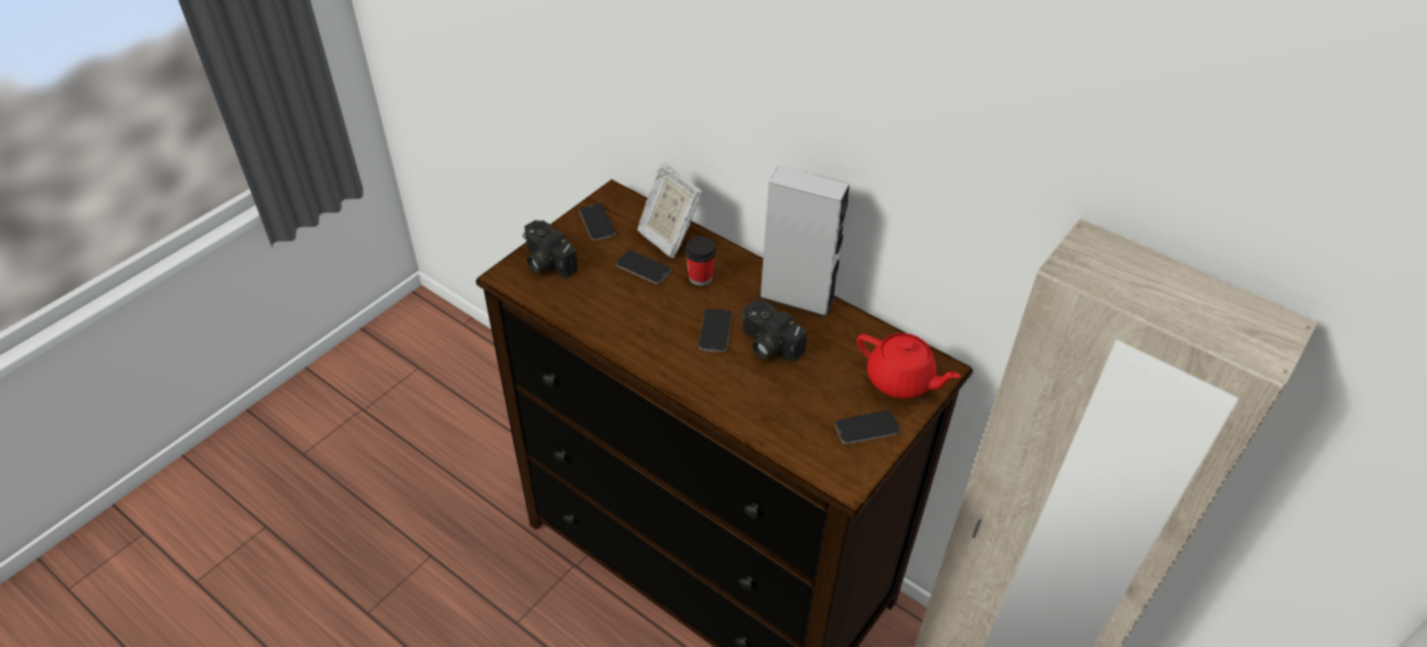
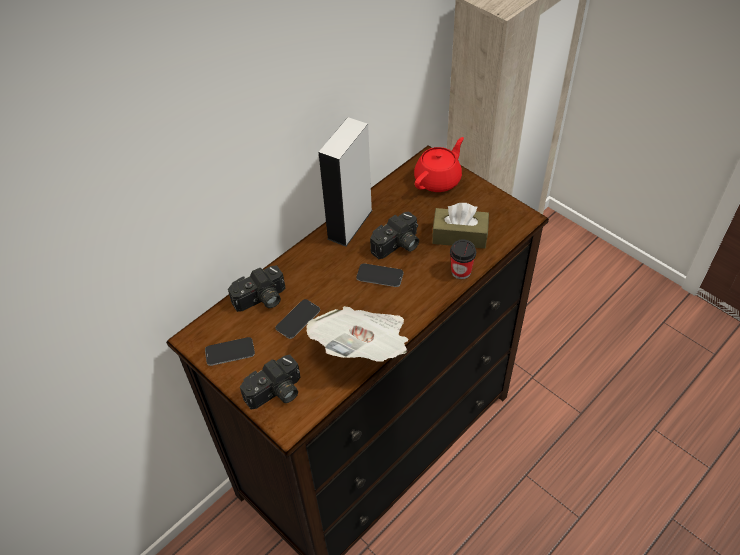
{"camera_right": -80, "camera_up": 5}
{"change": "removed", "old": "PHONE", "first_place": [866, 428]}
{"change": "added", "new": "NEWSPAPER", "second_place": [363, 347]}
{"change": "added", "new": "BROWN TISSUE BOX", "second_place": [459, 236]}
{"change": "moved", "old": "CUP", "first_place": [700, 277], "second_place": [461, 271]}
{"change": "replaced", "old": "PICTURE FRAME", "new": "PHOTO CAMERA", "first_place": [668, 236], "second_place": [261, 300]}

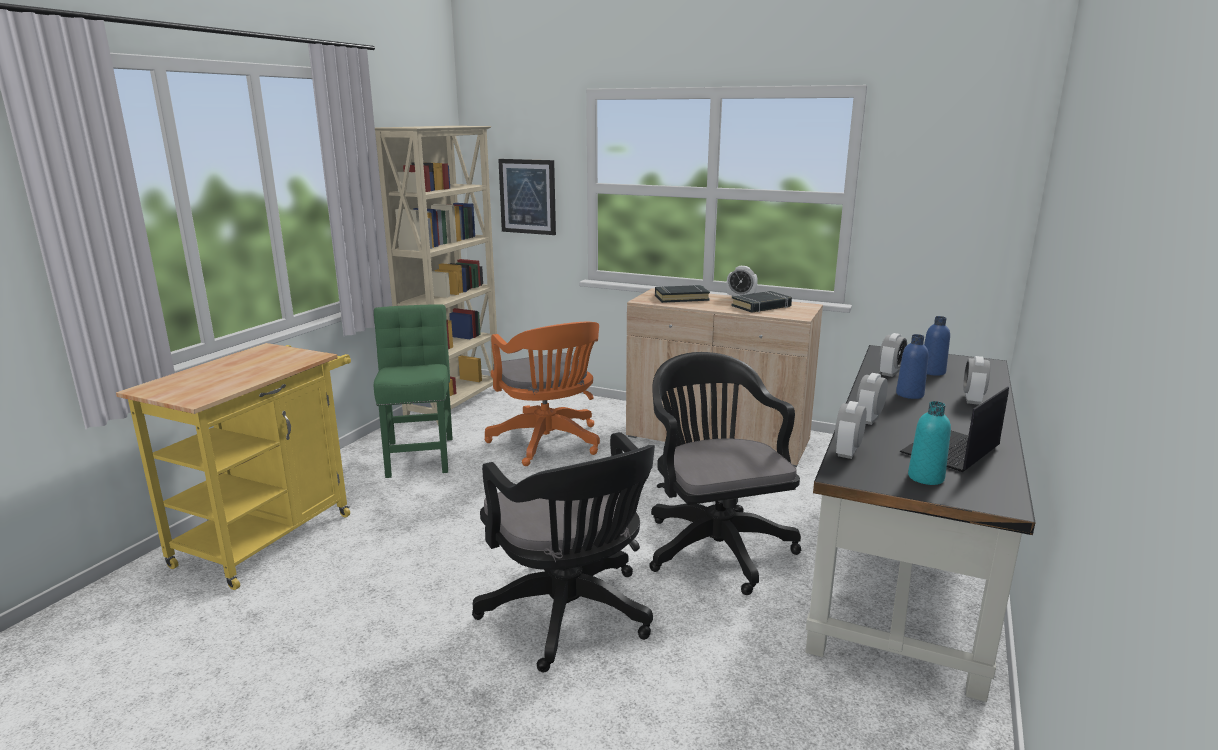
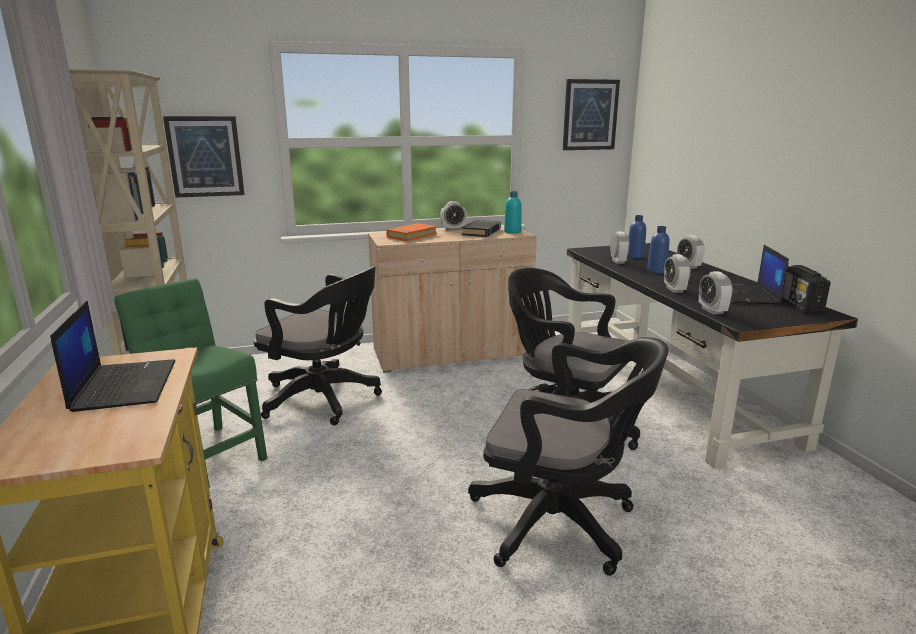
{"camera_right": -40, "camera_up": 0}
{"change": "added", "new": "LAPTOP", "second_place": [124, 385]}
{"change": "added", "new": "PICTURE", "second_place": [590, 115]}
{"change": "added", "new": "RADIO", "second_place": [799, 306]}
{"change": "moved", "old": "TURQUOISE BOTTLE", "first_place": [925, 477], "second_place": [512, 232]}
{"change": "recoloured", "old": "ORANGE OFFICE CHAIR", "new": "BLACK OFFICE CHAIR", "first_place": [548, 444], "second_place": [325, 400]}
{"change": "recoloured", "old": "BLACK BOOK", "new": "ORANGE BOOK", "first_place": [681, 298], "second_place": [411, 236]}

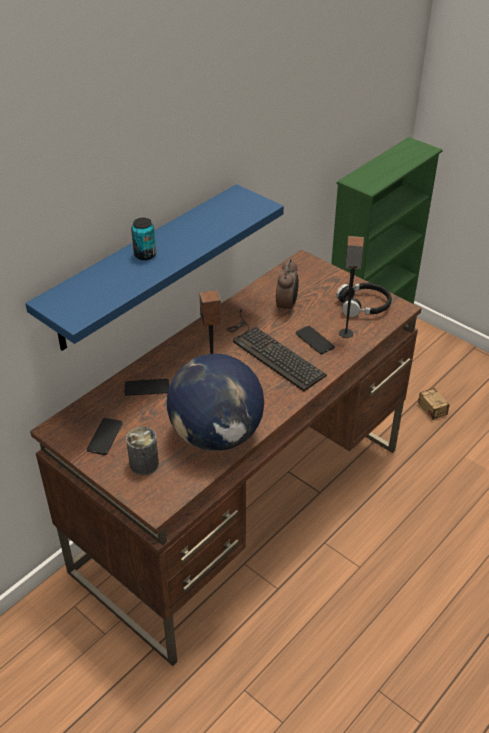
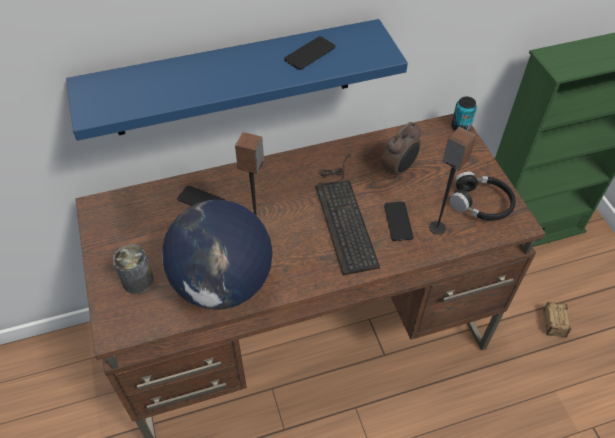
{"camera_right": 30, "camera_up": 10}
{"change": "moved", "old": "PHONE", "first_place": [105, 436], "second_place": [310, 53]}
{"change": "moved", "old": "CAN", "first_place": [145, 255], "second_place": [460, 127]}

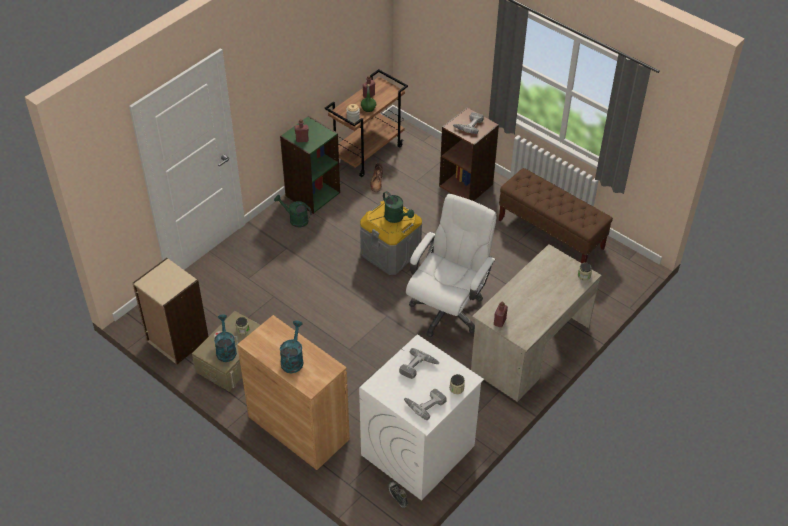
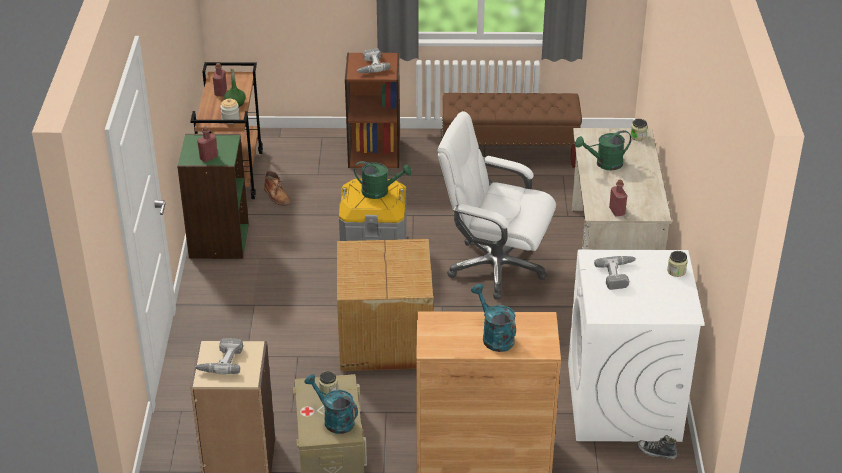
{"camera_right": -40, "camera_up": -10}
{"change": "added", "new": "CARDBOARD BOX", "second_place": [383, 339]}
{"change": "moved", "old": "GREEN WATERING CAN", "first_place": [295, 219], "second_place": [604, 164]}
{"change": "moved", "old": "POWER DRILL", "first_place": [425, 403], "second_place": [221, 361]}
{"change": "turned", "old": "WHITE OFFICE CHAIR", "first_place": [447, 310], "second_place": [495, 267], "degrees": -60}

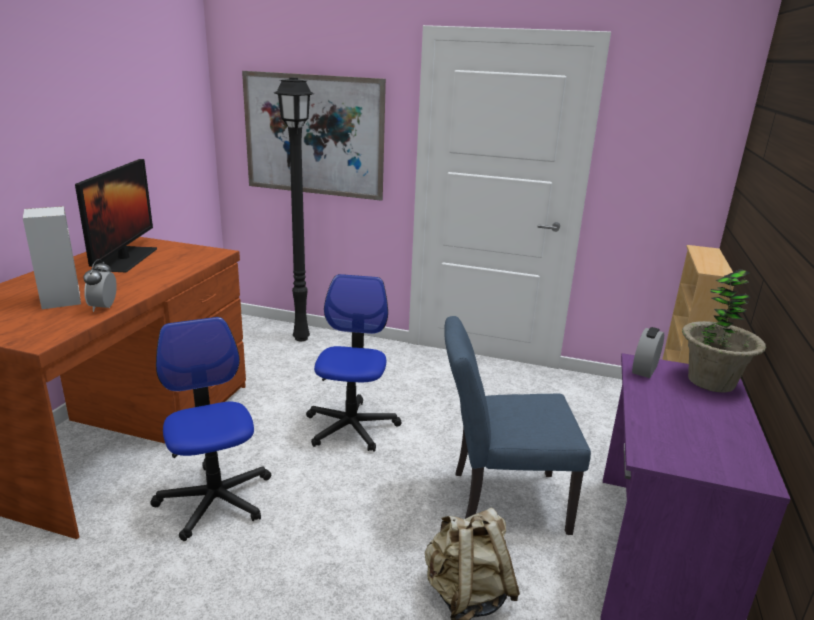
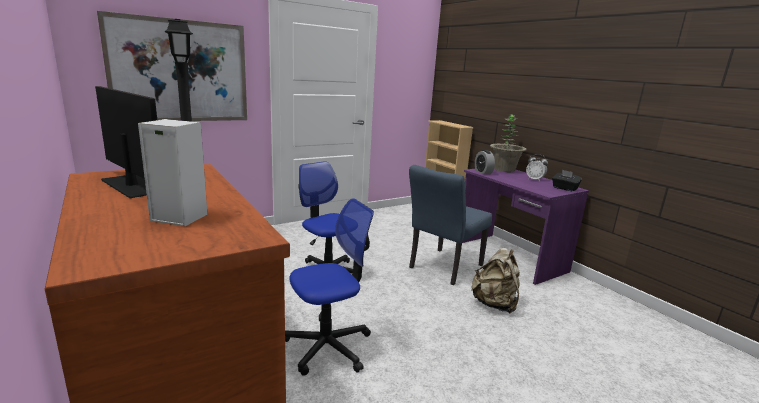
{"camera_right": -50, "camera_up": -5}
{"change": "added", "new": "BLACK TISSUE BOX", "second_place": [564, 188]}
{"change": "moved", "old": "ALARM CLOCK", "first_place": [104, 308], "second_place": [534, 179]}
{"change": "turned", "old": "OFFICE CHAIR", "first_place": [215, 500], "second_place": [327, 346], "degrees": 135}

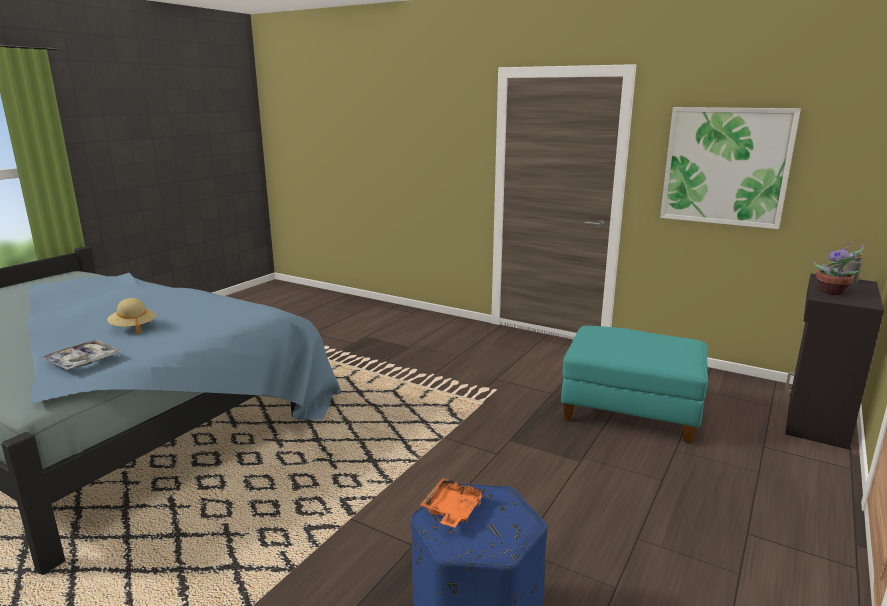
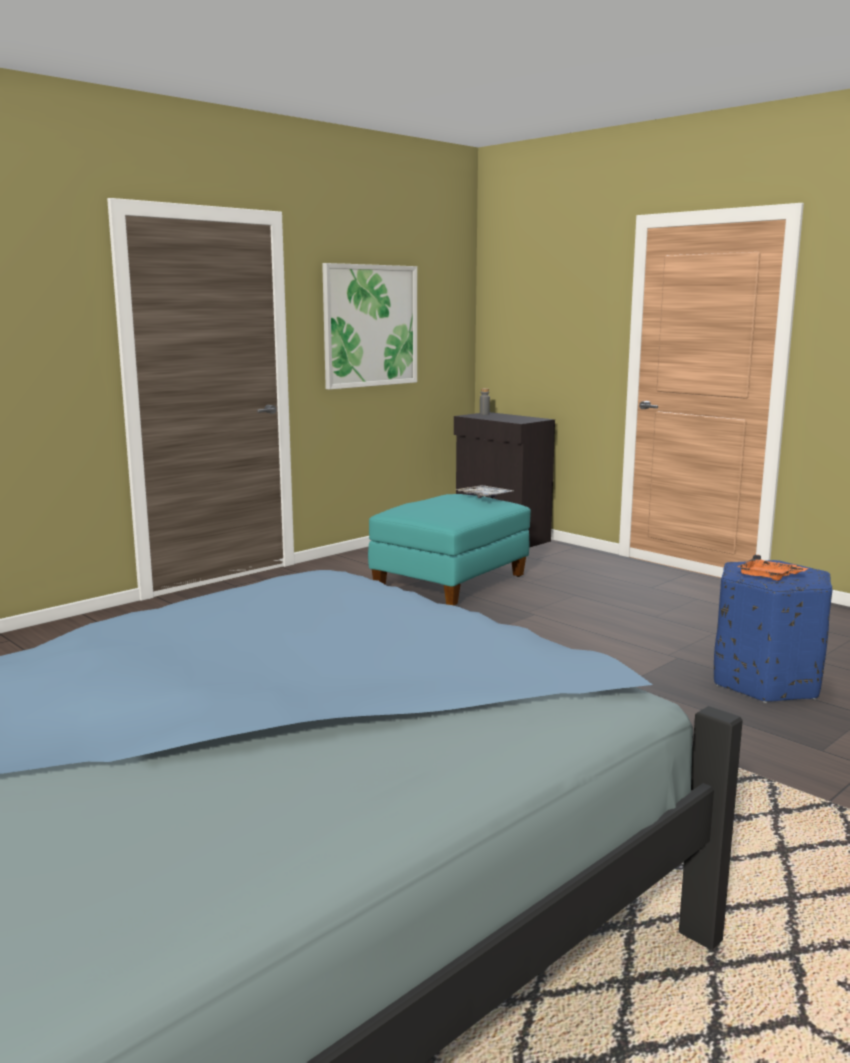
{"camera_right": -75, "camera_up": -5}
{"change": "removed", "old": "BEIGE HAT", "first_place": [133, 327]}
{"change": "removed", "old": "POTTED PLANT", "first_place": [833, 292]}
{"change": "moved", "old": "TRAY", "first_place": [83, 361], "second_place": [484, 496]}

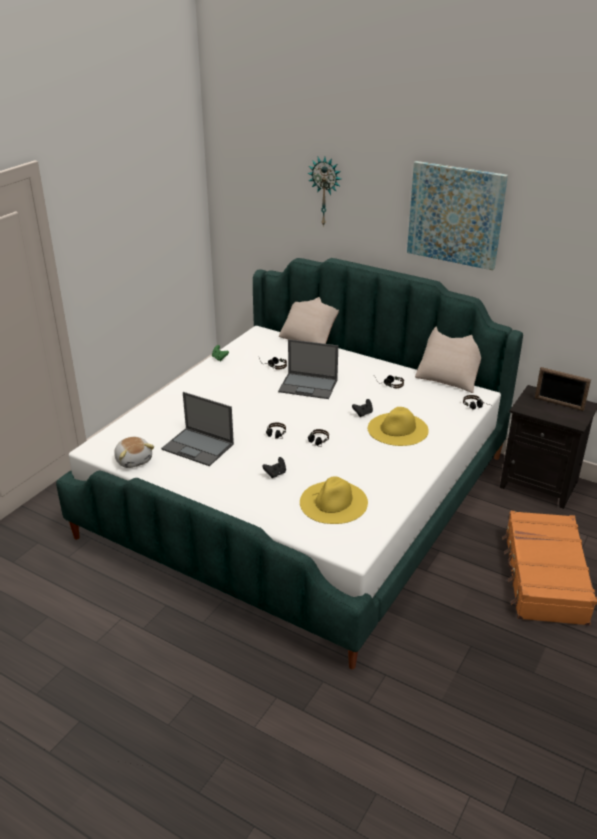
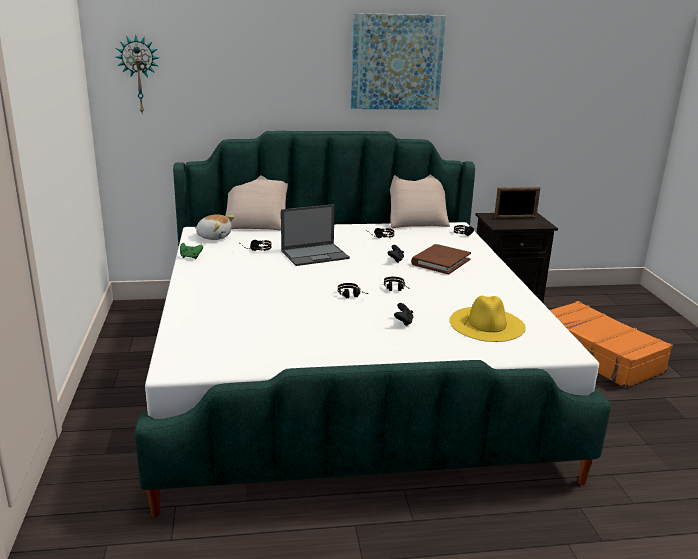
{"camera_right": -40, "camera_up": -10}
{"change": "removed", "old": "LAPTOP", "first_place": [198, 447]}
{"change": "moved", "old": "PLUSH TOY", "first_place": [134, 460], "second_place": [214, 237]}
{"change": "moved", "old": "WALL CLOCK", "first_place": [325, 191], "second_place": [139, 75]}
{"change": "replaced", "old": "YELLOW HAT", "new": "BROWN BOOK", "first_place": [398, 429], "second_place": [440, 262]}

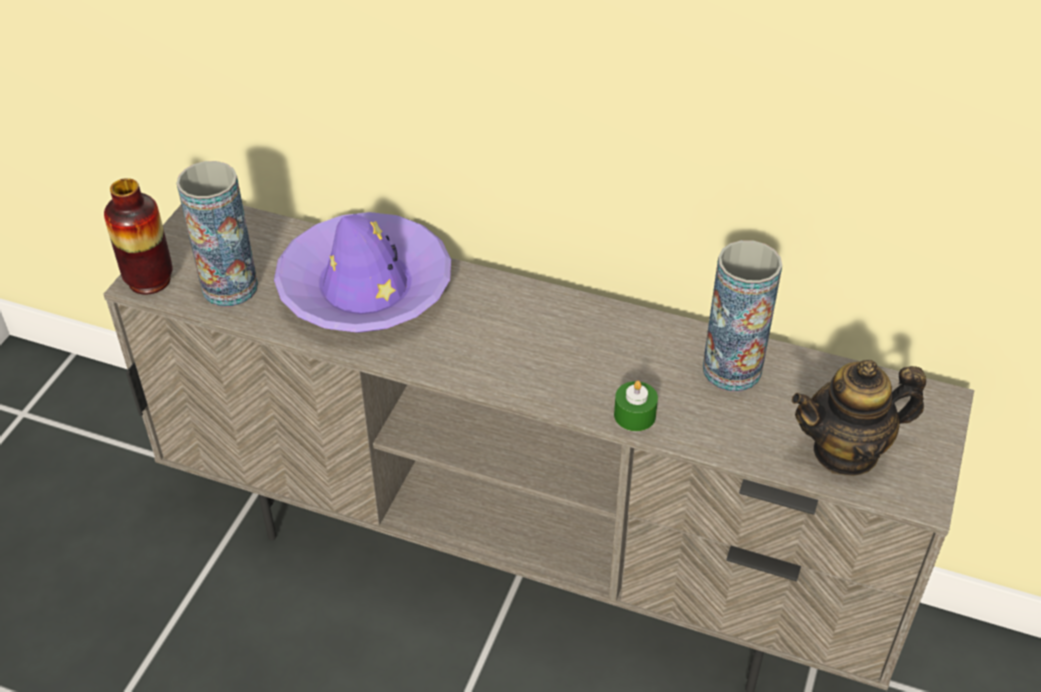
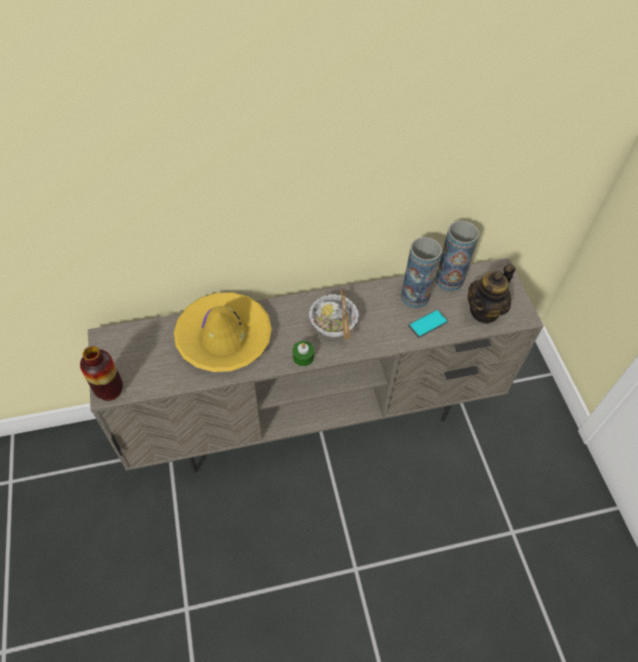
{"camera_right": -35, "camera_up": 10}
{"change": "added", "new": "BOWL", "second_place": [333, 325]}
{"change": "added", "new": "PHONE", "second_place": [428, 324]}
{"change": "moved", "old": "VASE", "first_place": [230, 288], "second_place": [449, 280]}
{"change": "moved", "old": "GREEN CANDLE", "first_place": [634, 415], "second_place": [303, 357]}
{"change": "recoloured", "old": "PURPLE HAT", "new": "YELLOW HAT", "first_place": [365, 287], "second_place": [224, 338]}

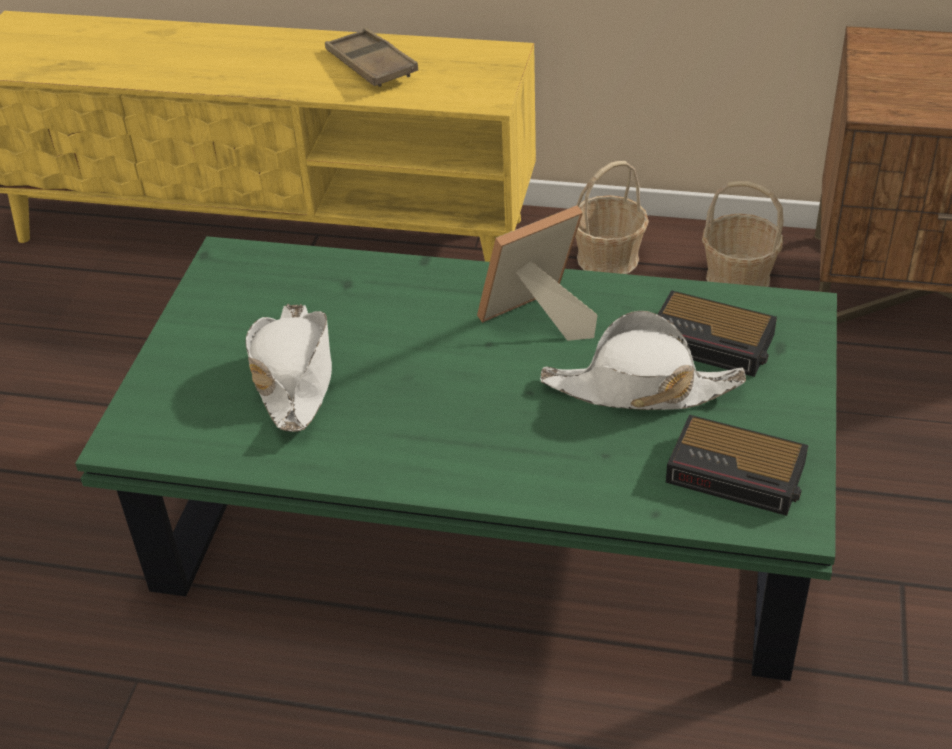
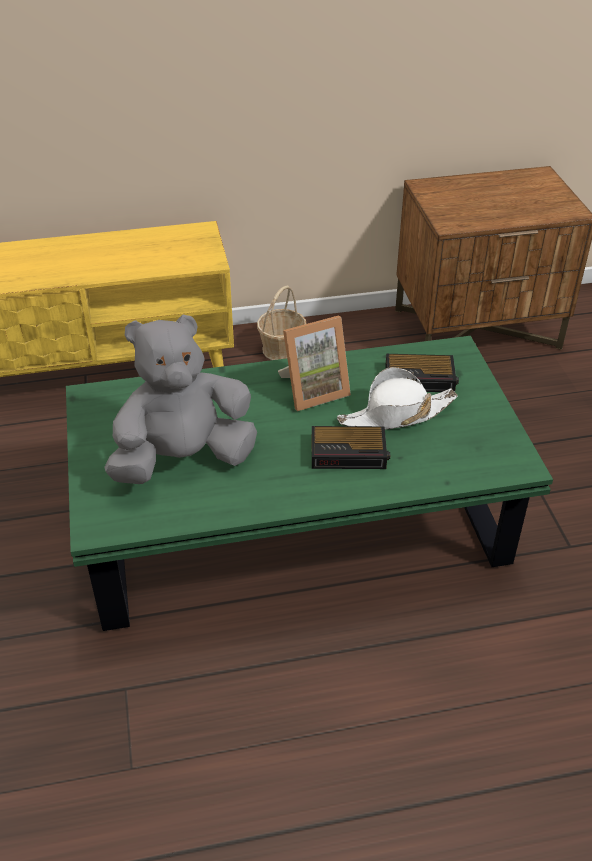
{"camera_right": -25, "camera_up": 0}
{"change": "removed", "old": "BROWN TRAY", "first_place": [371, 65]}
{"change": "removed", "old": "BASKET", "first_place": [737, 277]}
{"change": "moved", "old": "ALARM CLOCK", "first_place": [738, 473], "second_place": [350, 453]}
{"change": "replaced", "old": "WHITE HAT", "new": "GREY PLUSH TOY", "first_place": [294, 375], "second_place": [183, 459]}
{"change": "turned", "old": "PICTURE FRAME", "first_place": [536, 321], "second_place": [313, 390], "degrees": -150}

